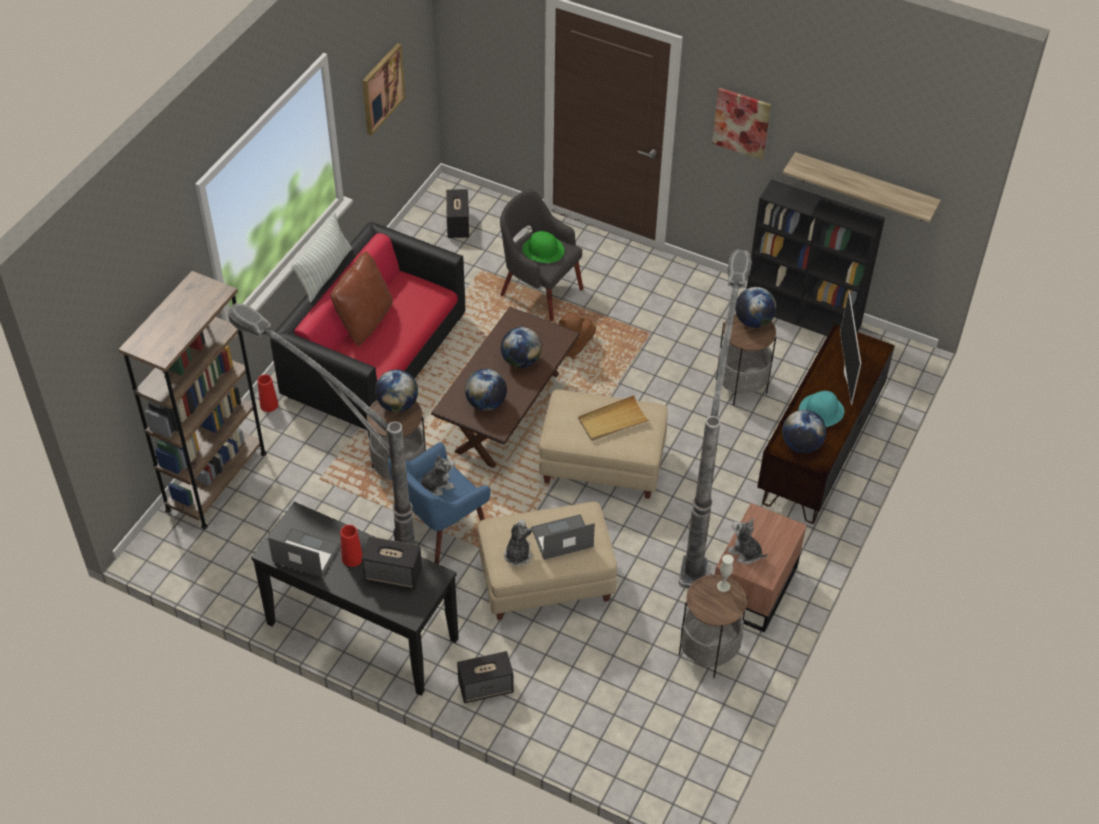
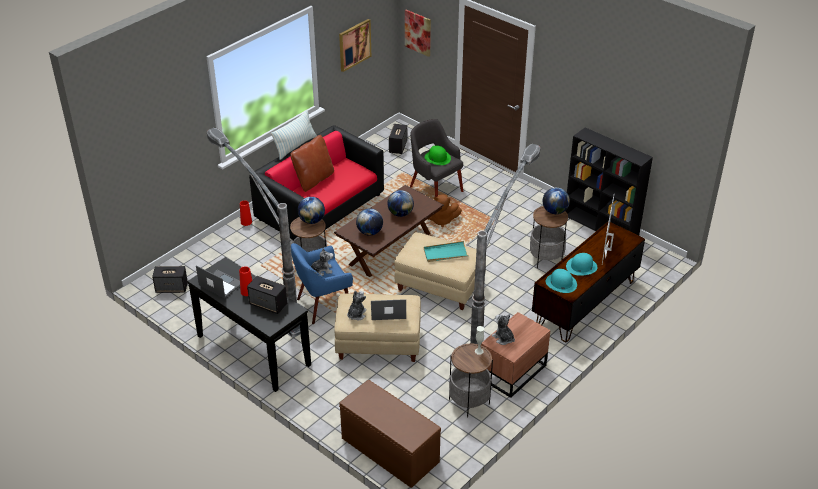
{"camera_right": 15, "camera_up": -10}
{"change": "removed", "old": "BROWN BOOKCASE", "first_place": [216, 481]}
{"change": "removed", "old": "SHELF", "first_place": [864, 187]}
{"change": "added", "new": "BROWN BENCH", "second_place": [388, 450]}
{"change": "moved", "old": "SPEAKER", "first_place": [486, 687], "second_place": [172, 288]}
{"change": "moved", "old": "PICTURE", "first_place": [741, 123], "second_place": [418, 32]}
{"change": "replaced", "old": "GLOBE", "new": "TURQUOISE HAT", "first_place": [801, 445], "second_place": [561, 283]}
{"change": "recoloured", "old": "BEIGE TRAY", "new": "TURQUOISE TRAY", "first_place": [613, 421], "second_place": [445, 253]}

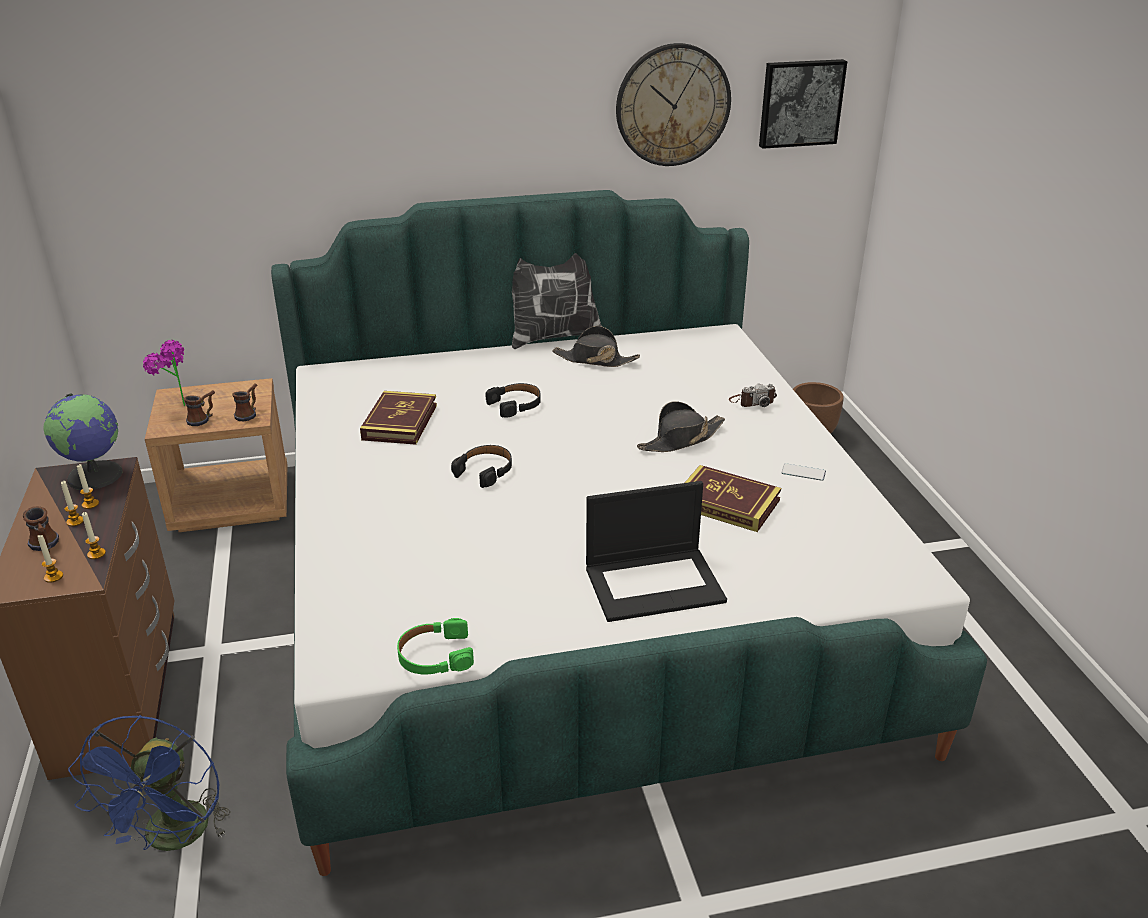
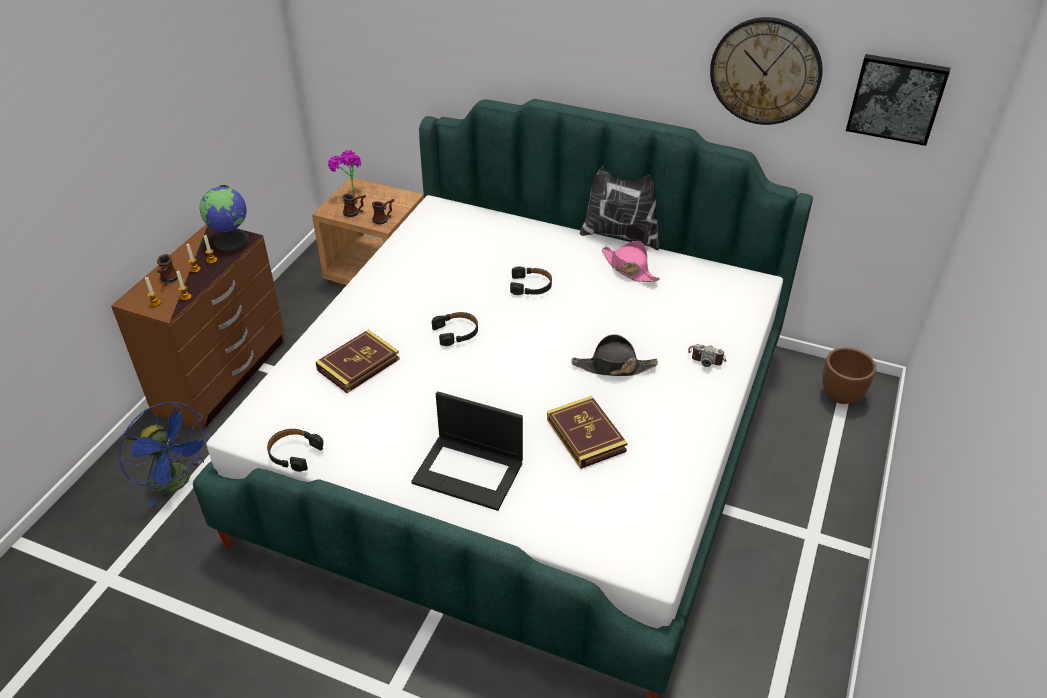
{"camera_right": 35, "camera_up": 10}
{"change": "removed", "old": "PHONE", "first_place": [803, 472]}
{"change": "moved", "old": "BOOK", "first_place": [400, 422], "second_place": [358, 364]}
{"change": "recoloured", "old": "GREEN HEADPHONES", "new": "BLACK HEADPHONES", "first_place": [435, 656], "second_place": [294, 453]}
{"change": "recoloured", "old": "BLACK HAT", "new": "PINK HAT", "first_place": [595, 360], "second_place": [628, 268]}
{"change": "turned", "old": "BLUE FAN", "first_place": [174, 839], "second_place": [178, 482], "degrees": -90}

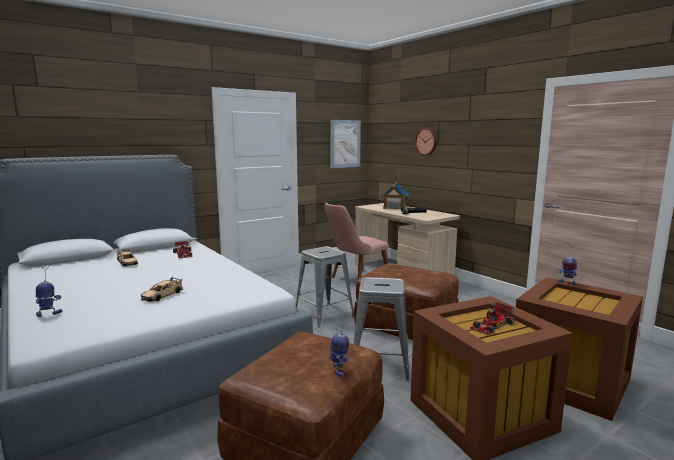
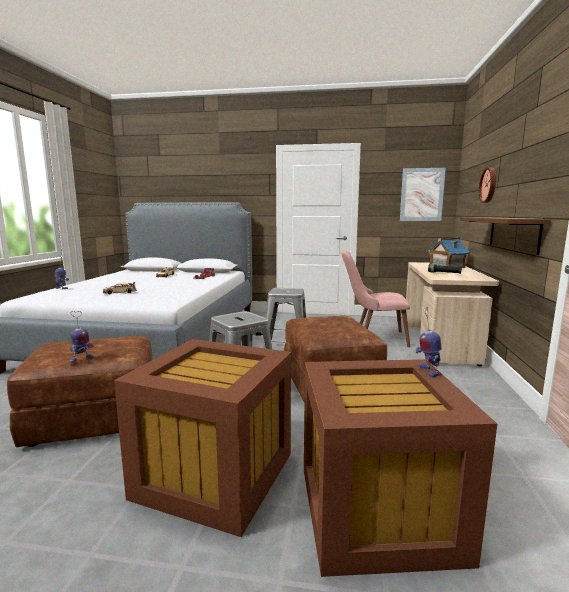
{"camera_right": 45, "camera_up": 0}
{"change": "removed", "old": "TOY CAR", "first_place": [492, 325]}
{"change": "added", "new": "BROWN SHELF", "second_place": [513, 233]}

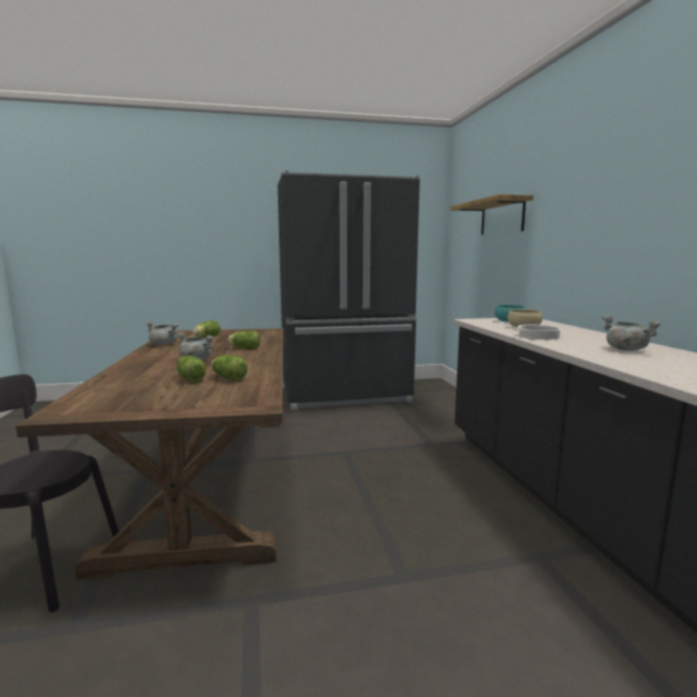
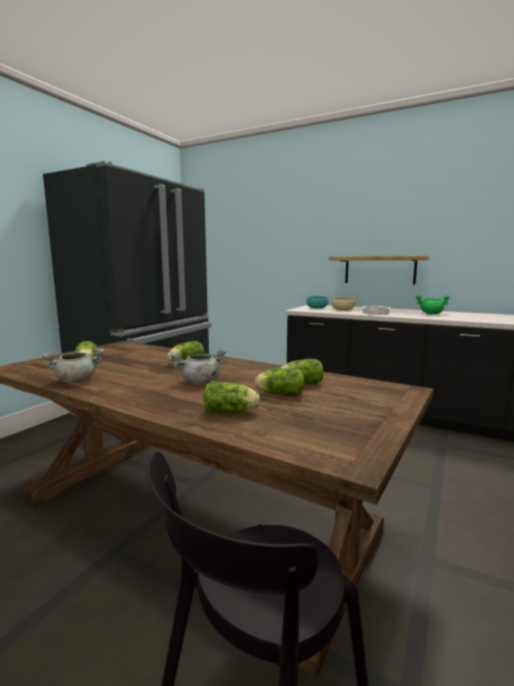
{"camera_right": -50, "camera_up": 0}
{"change": "added", "new": "LETTUCE", "second_place": [232, 412]}
{"change": "moved", "old": "SHELF", "first_place": [502, 217], "second_place": [379, 270]}
{"change": "recoloured", "old": "GREY COOKING POT", "new": "GREEN COOKING POT", "first_place": [625, 349], "second_place": [431, 313]}

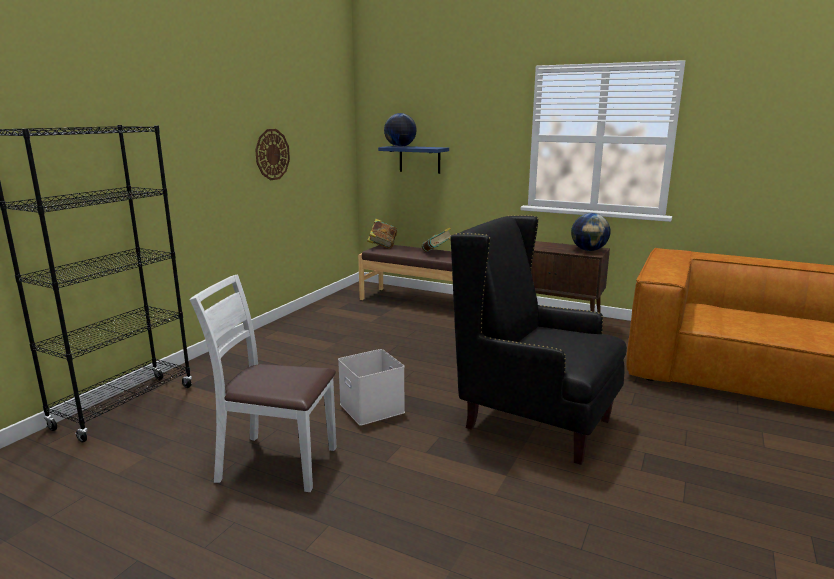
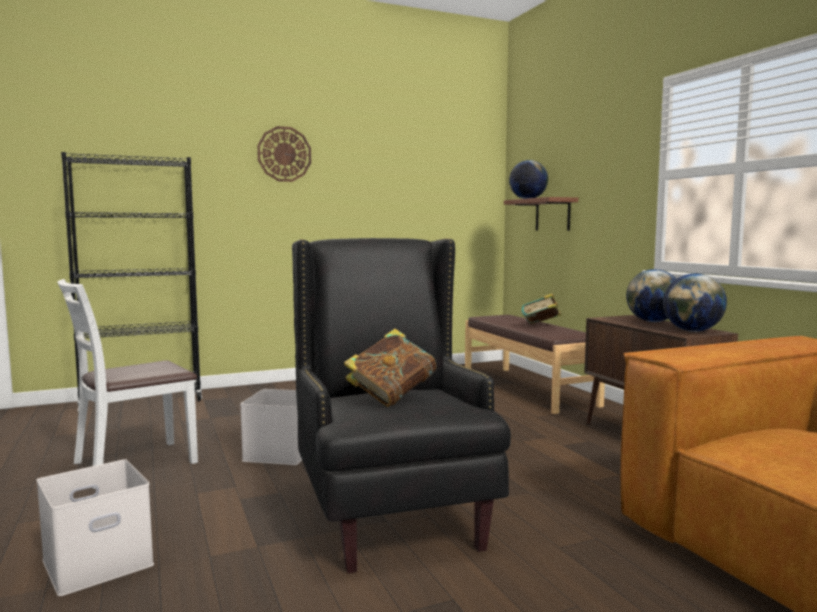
{"camera_right": 40, "camera_up": -10}
{"change": "added", "new": "WHITE STORAGE BOX", "second_place": [96, 563]}
{"change": "added", "new": "GLOBE", "second_place": [653, 321]}
{"change": "moved", "old": "WALL CLOCK", "first_place": [272, 154], "second_place": [284, 154]}
{"change": "moved", "old": "BOOK", "first_place": [382, 246], "second_place": [391, 397]}
{"change": "recoloured", "old": "BLUE SHELF", "new": "BROWN SHELF", "first_place": [419, 159], "second_place": [552, 215]}
{"change": "turned", "old": "WHITE CHAIR", "first_place": [276, 463], "second_place": [134, 463], "degrees": -90}

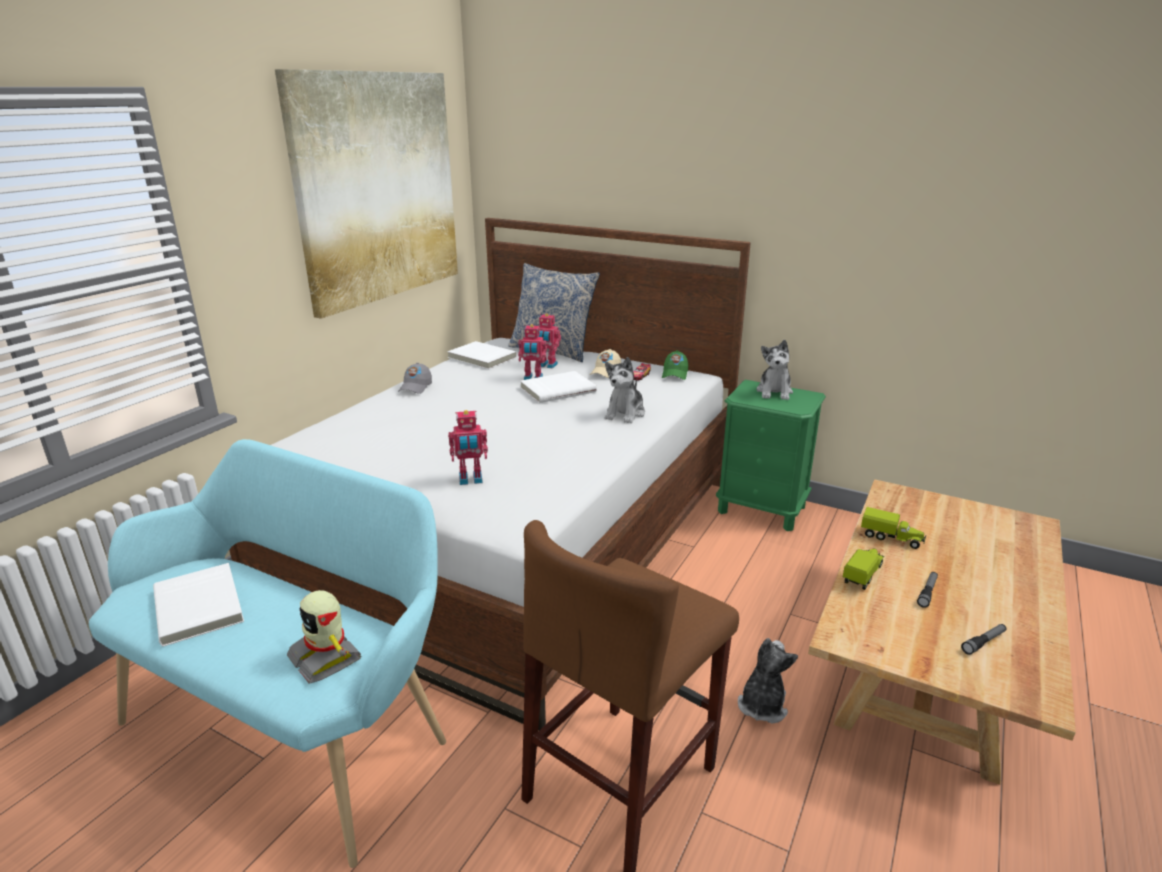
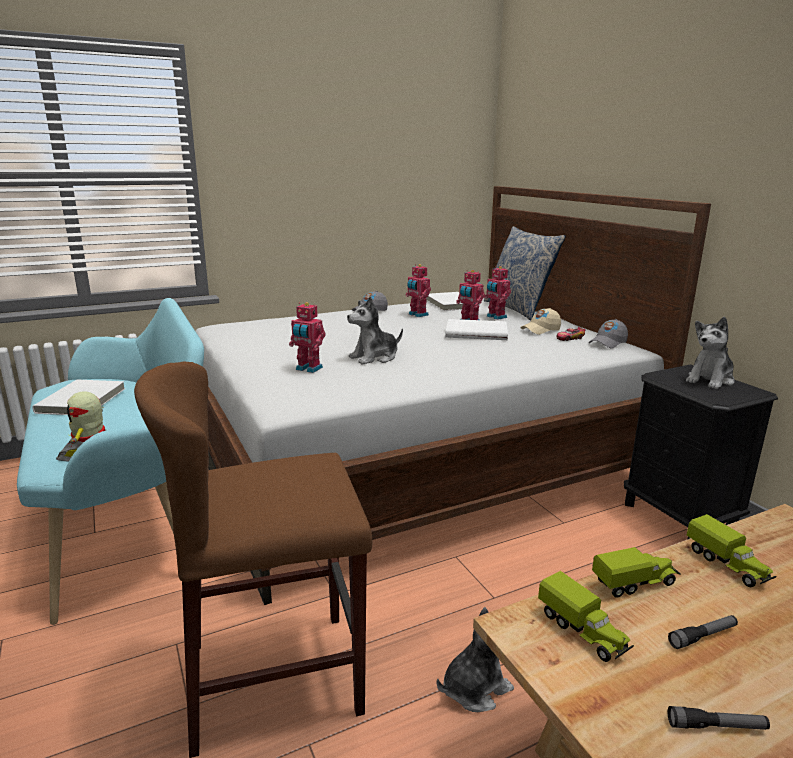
{"camera_right": 35, "camera_up": -5}
{"change": "removed", "old": "PICTURE", "first_place": [378, 188]}
{"change": "added", "new": "TOY ROBOT", "second_place": [417, 315]}
{"change": "added", "new": "TOY TRUCK", "second_place": [582, 632]}
{"change": "moved", "old": "PLUSH TOY", "first_place": [625, 413], "second_place": [375, 357]}
{"change": "recoloured", "old": "GREEN CAP", "new": "GREY CAP", "first_place": [675, 374], "second_place": [608, 343]}
{"change": "recoloured", "old": "GREEN NIGHTSTAND", "new": "BLACK NIGHTSTAND", "first_place": [762, 509], "second_place": [679, 517]}

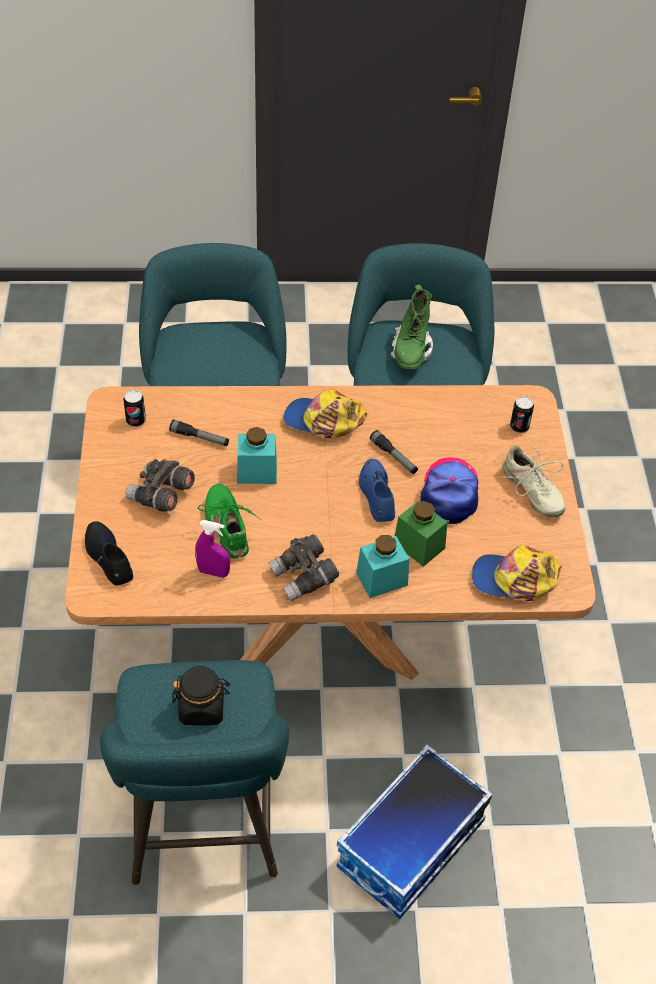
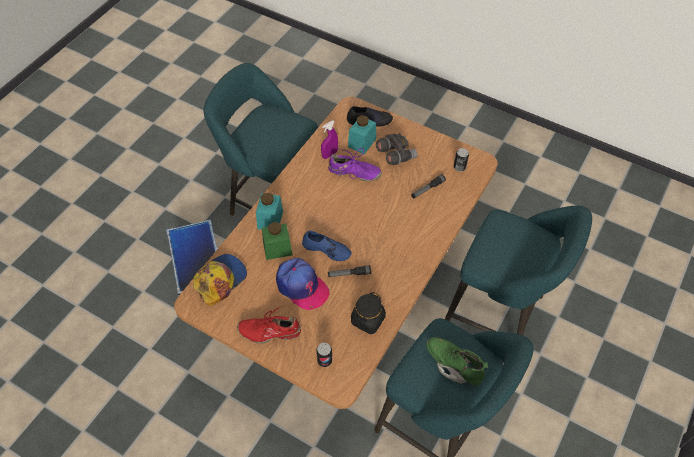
{"camera_right": 125, "camera_up": 5}
{"change": "removed", "old": "GREY BINOCULARS", "first_place": [304, 577]}
{"change": "removed", "old": "CAP", "first_place": [323, 421]}
{"change": "moved", "old": "BLACK JAR", "first_place": [202, 708], "second_place": [368, 320]}
{"change": "moved", "old": "TURQUOISE JAR", "first_place": [256, 471], "second_place": [362, 143]}
{"change": "recoloured", "old": "GREEN SHOE", "new": "PURPLE SHOE", "first_place": [228, 527], "second_place": [354, 173]}
{"change": "recoloured", "old": "BEIGE SHOE", "new": "RED SHOE", "first_place": [531, 491], "second_place": [270, 331]}

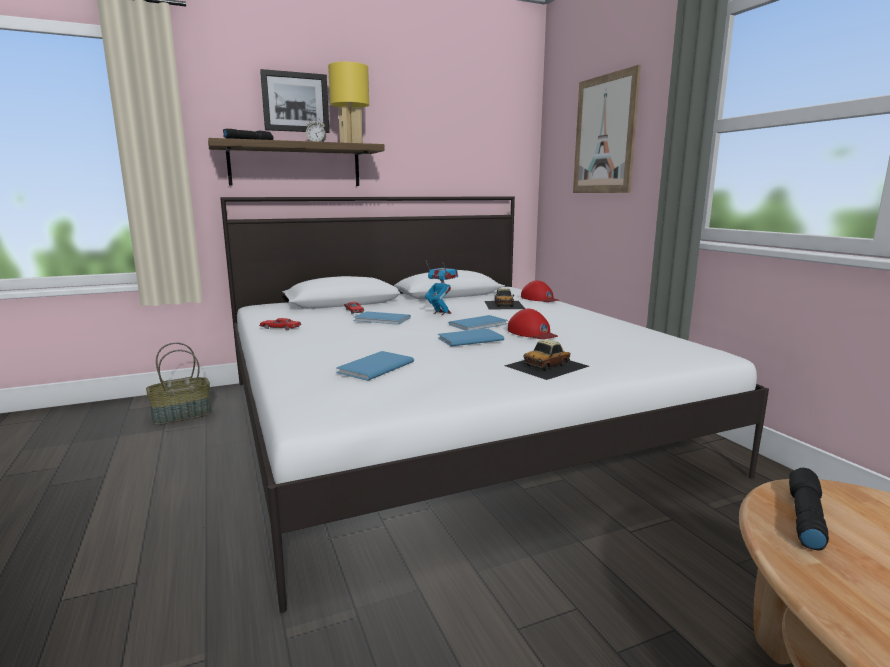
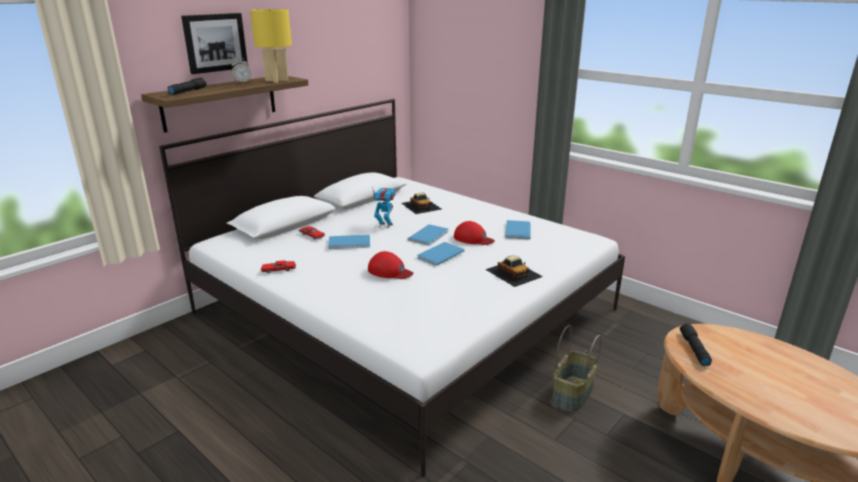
{"camera_right": -25, "camera_up": 10}
{"change": "removed", "old": "PICTURE", "first_place": [604, 135]}
{"change": "moved", "old": "BASKET", "first_place": [181, 415], "second_place": [573, 394]}
{"change": "moved", "old": "BLUE BOOK", "first_place": [373, 367], "second_place": [516, 231]}
{"change": "moved", "old": "RED CAP", "first_place": [539, 298], "second_place": [390, 271]}
{"change": "turned", "old": "TOY CAR", "first_place": [547, 366], "second_place": [513, 272], "degrees": -60}

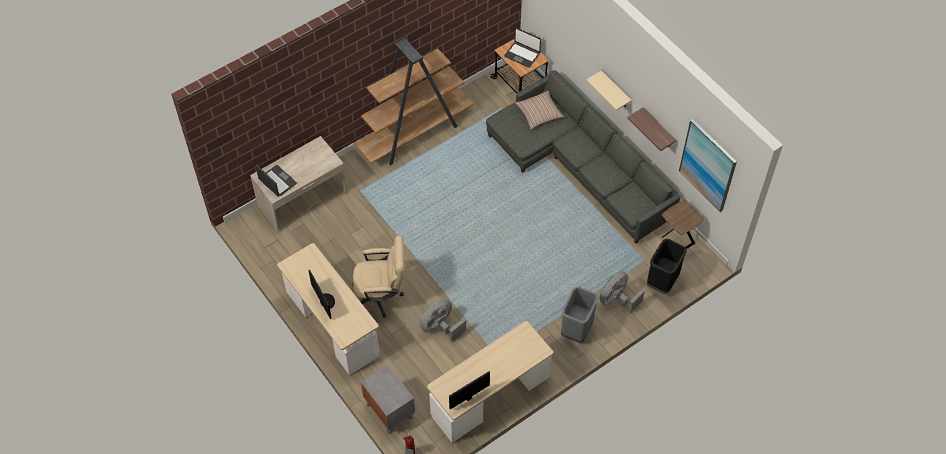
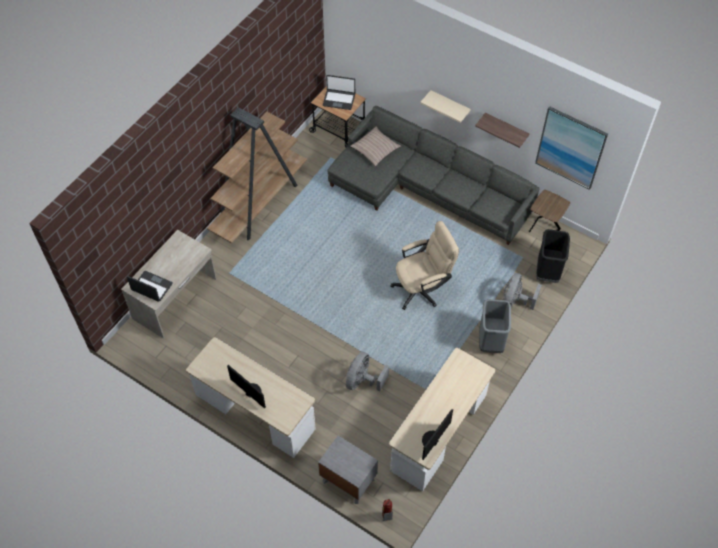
{"camera_right": -20, "camera_up": 0}
{"change": "moved", "old": "BEIGE OFFICE CHAIR", "first_place": [381, 296], "second_place": [422, 288]}

